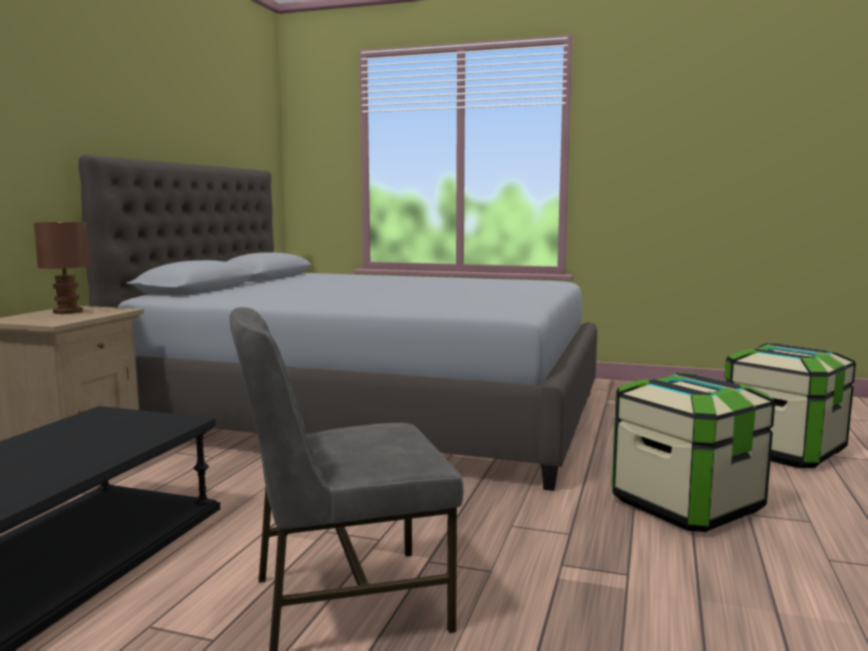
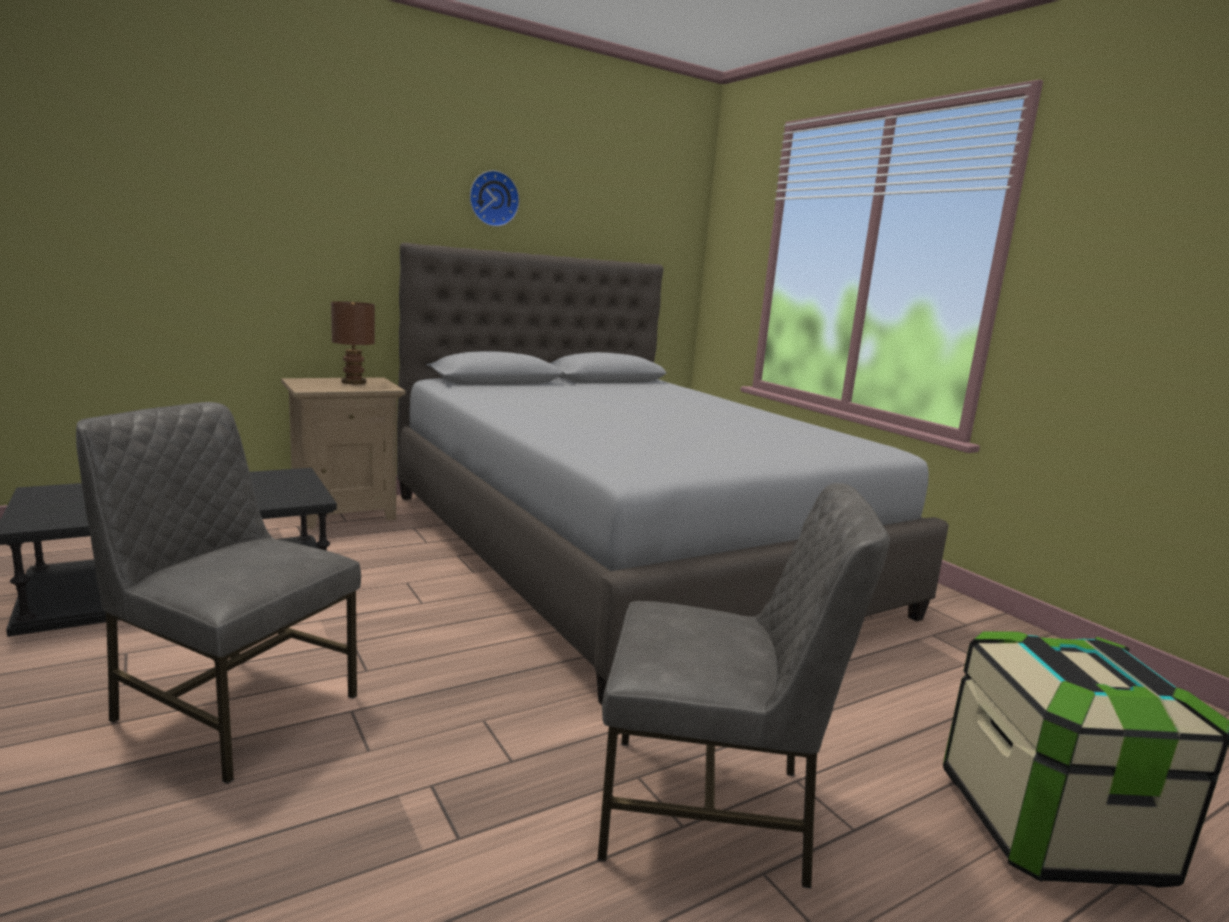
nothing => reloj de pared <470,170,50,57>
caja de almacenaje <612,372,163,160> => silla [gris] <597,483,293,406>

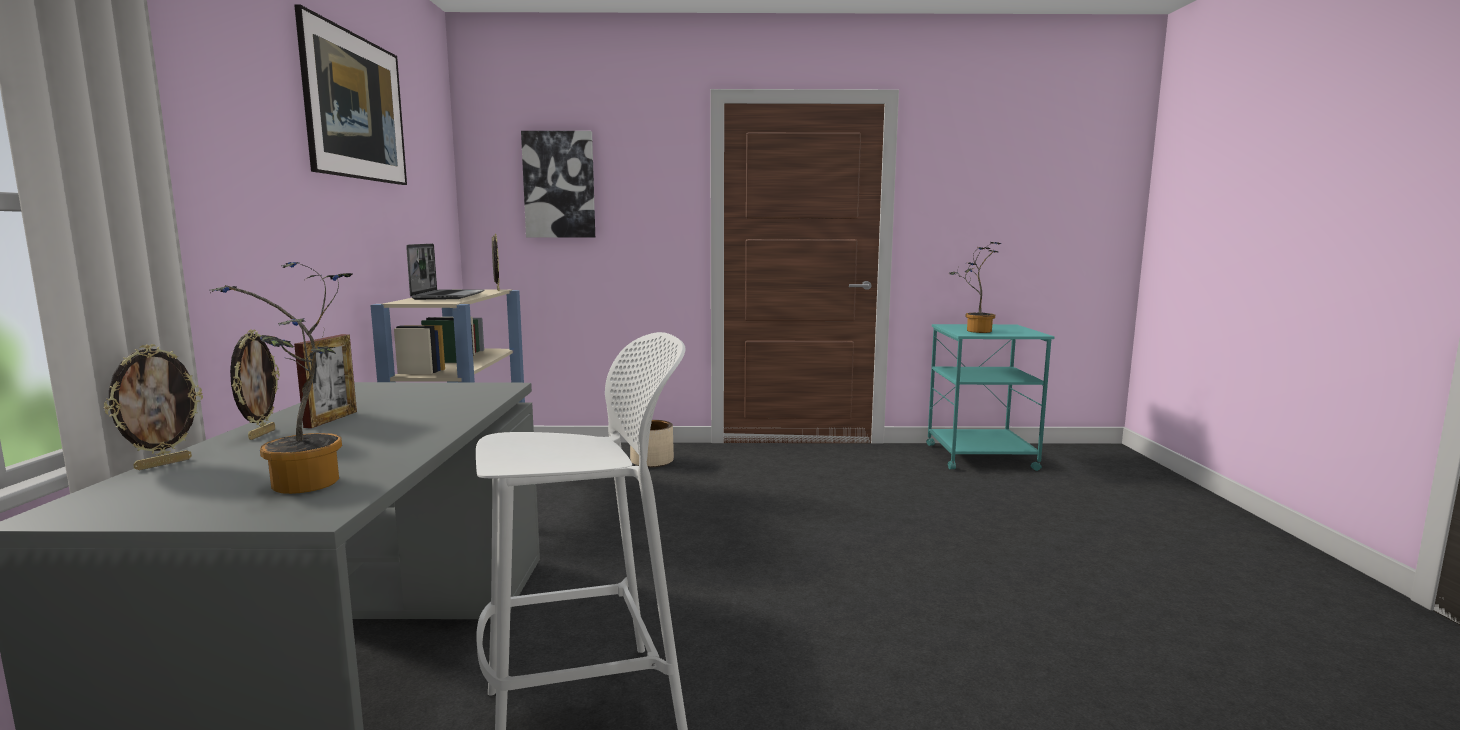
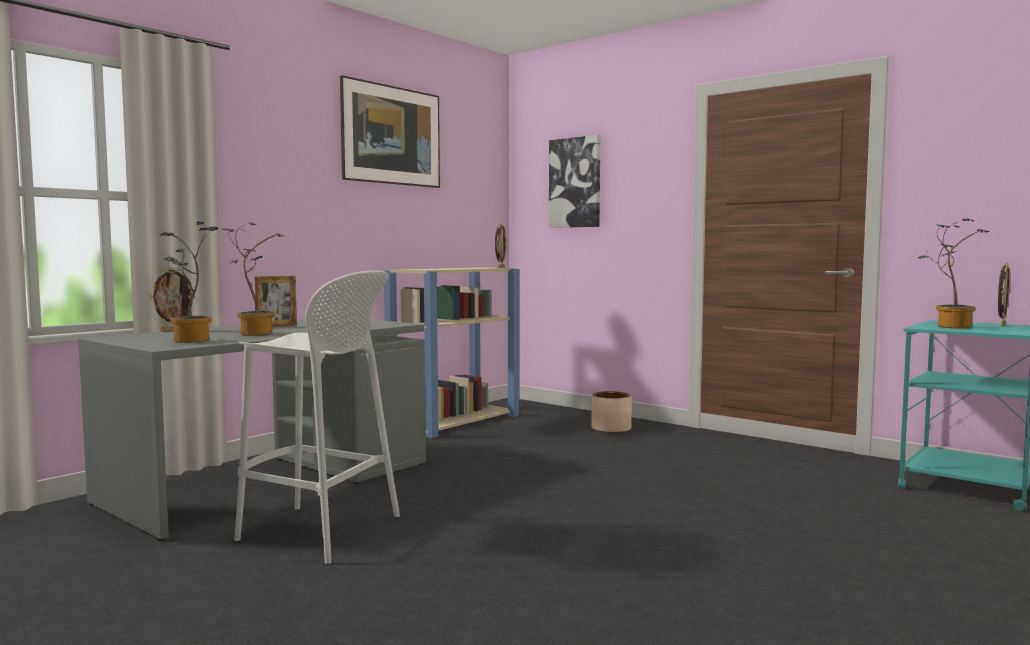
portátil <406,244,78,56> => nothing
nothing => planta en maceta <222,223,64,113>
portarretratos <230,329,50,111> => portarretratos <998,262,12,65>, moved

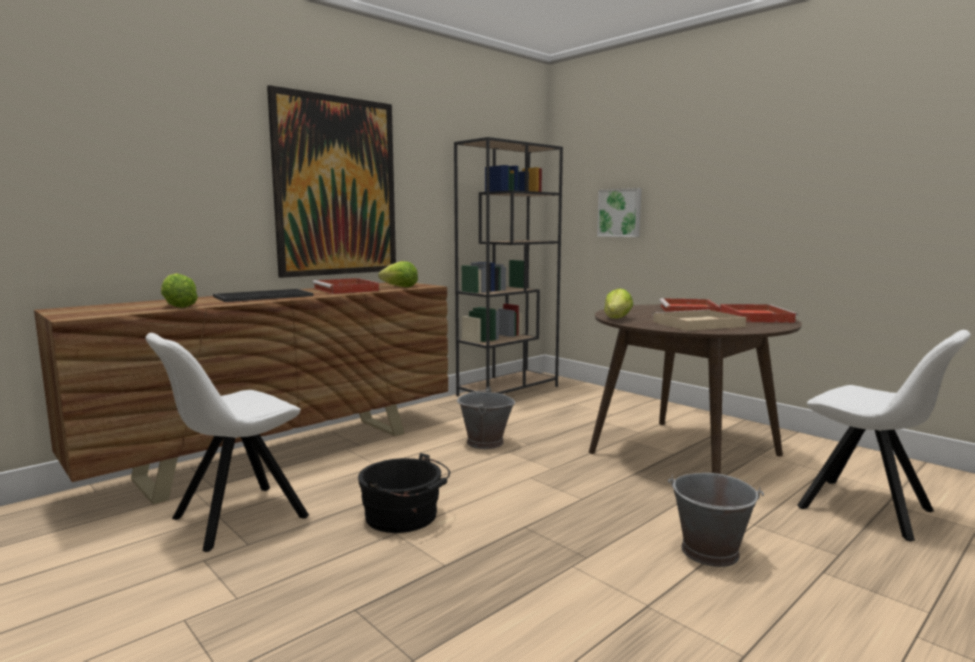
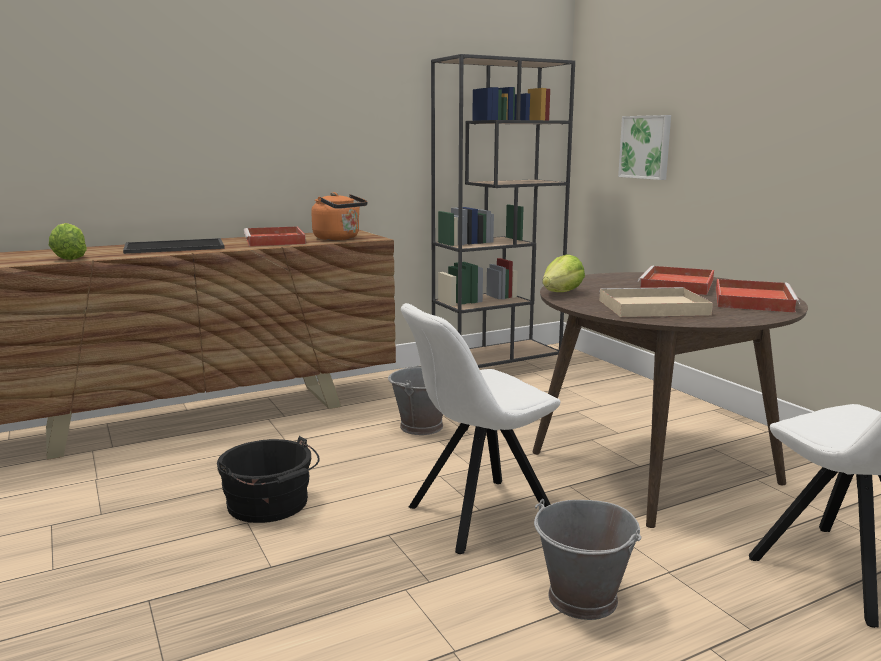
cuadro <267,85,129,193> => nothing
silla [blanco] <146,333,163,219> => silla [blanco] <401,303,160,251>, moved
lechuga <378,261,40,26> => hervidor [naranja] <311,192,57,48>

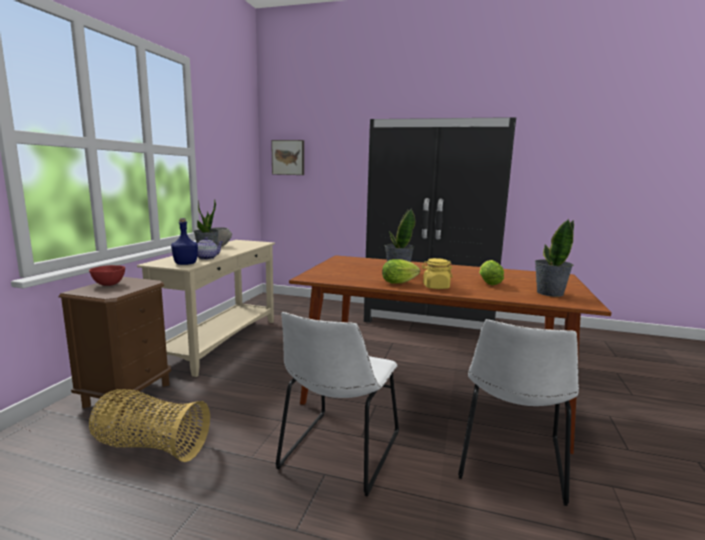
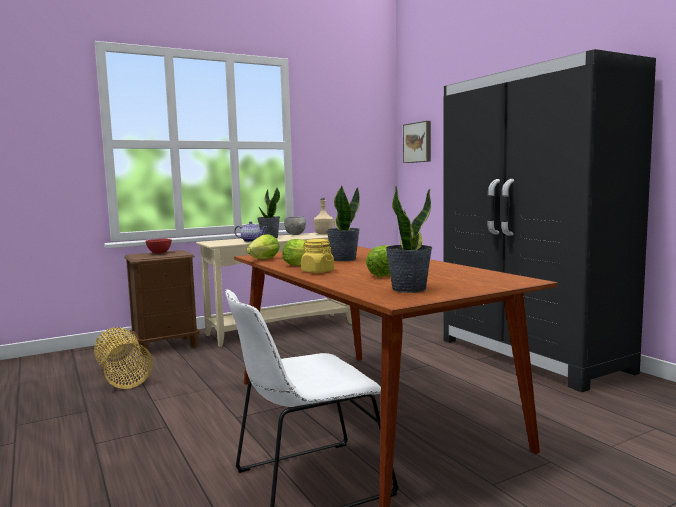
botella [azul] <171,218,27,47> => nothing
silla [blanco] <275,312,124,185> => nothing
nothing => lechuga <246,234,34,25>
nothing => botella [beis] <314,198,19,36>

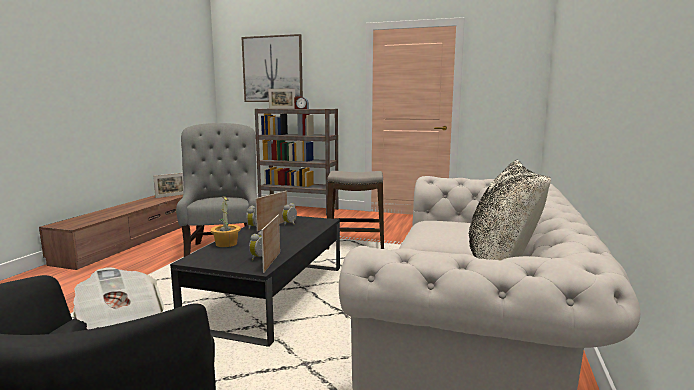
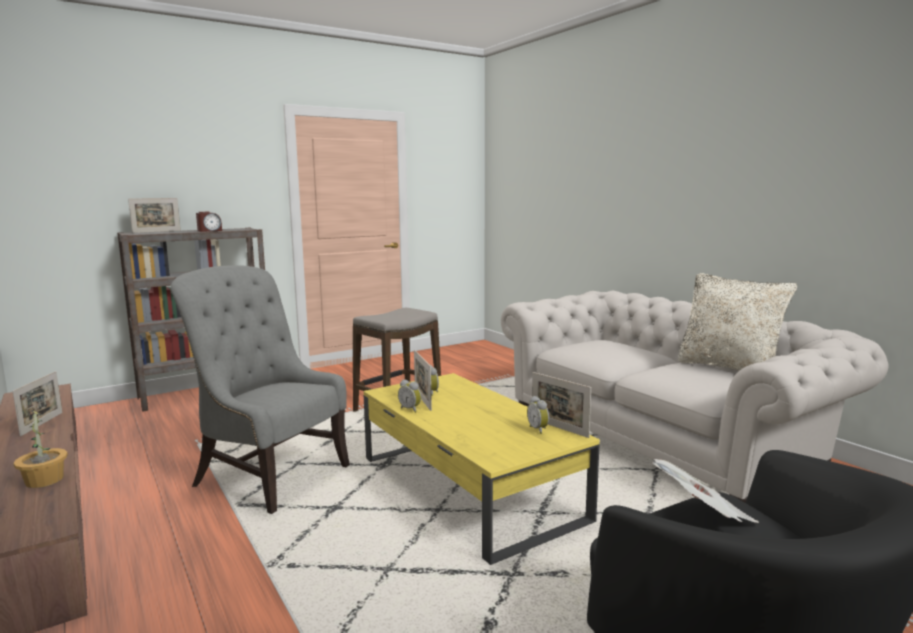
cuadro <242,34,61,68> => nothing
planta en maceta <211,196,30,51> => planta en maceta <13,409,55,79>, moved
mesa de centro [negro] <170,216,170,131> => mesa de centro [amarillo] <363,373,237,192>

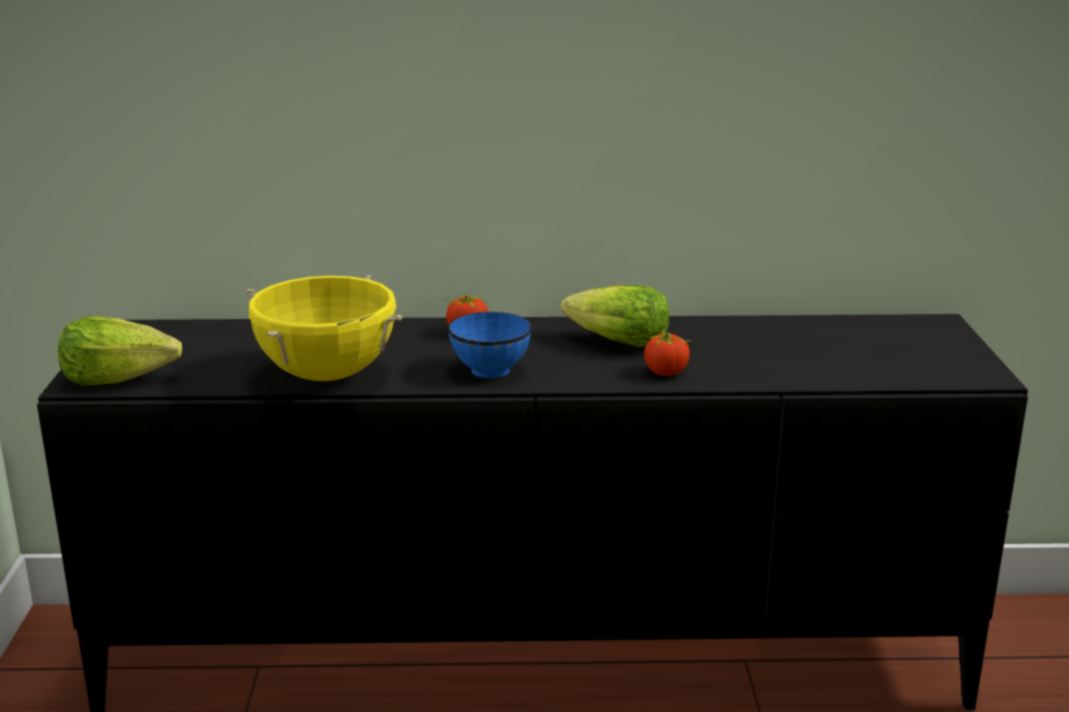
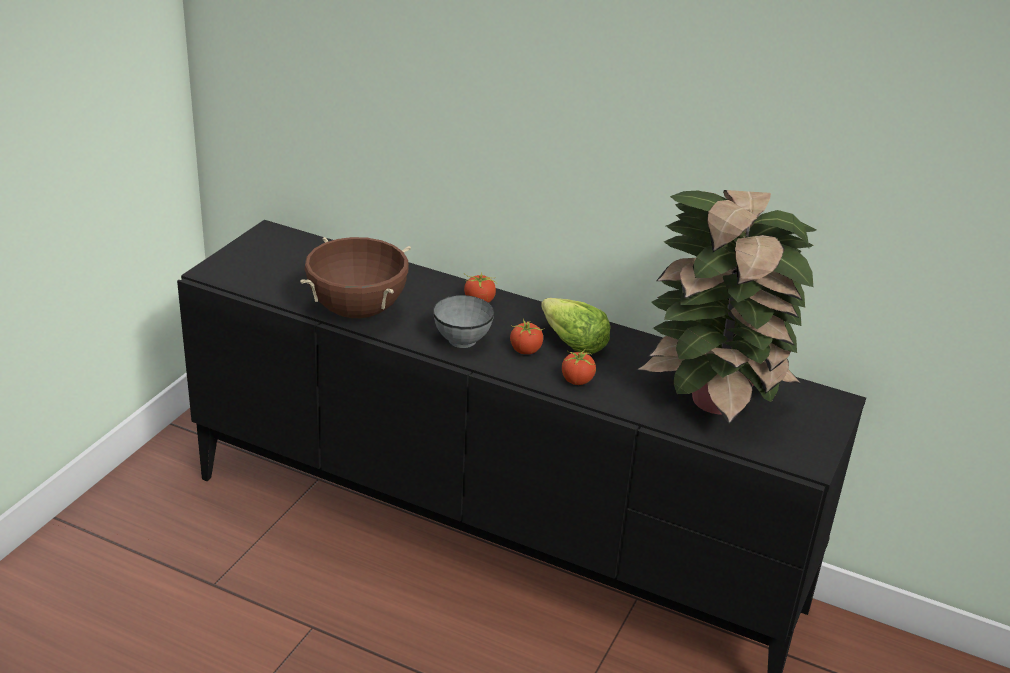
lechuga <58,316,124,69> => nothing
nothing => tomate <510,319,33,35>
nothing => planta en maceta <636,190,181,234>
olla [amarillo] <247,275,155,106> => olla [marrón] <300,237,111,81>
cuenco [azul] <448,312,83,66> => cuenco [gris] <433,295,61,53>

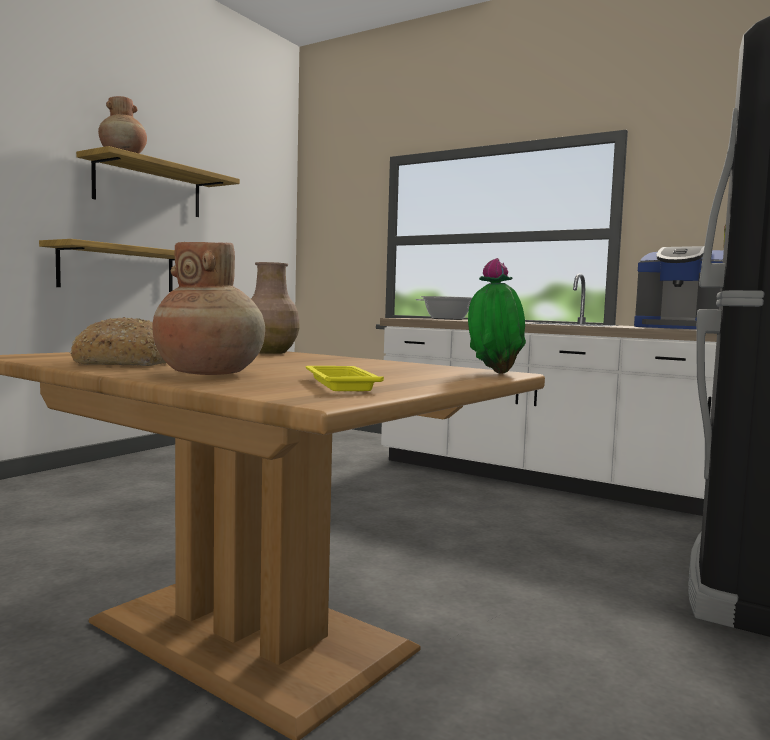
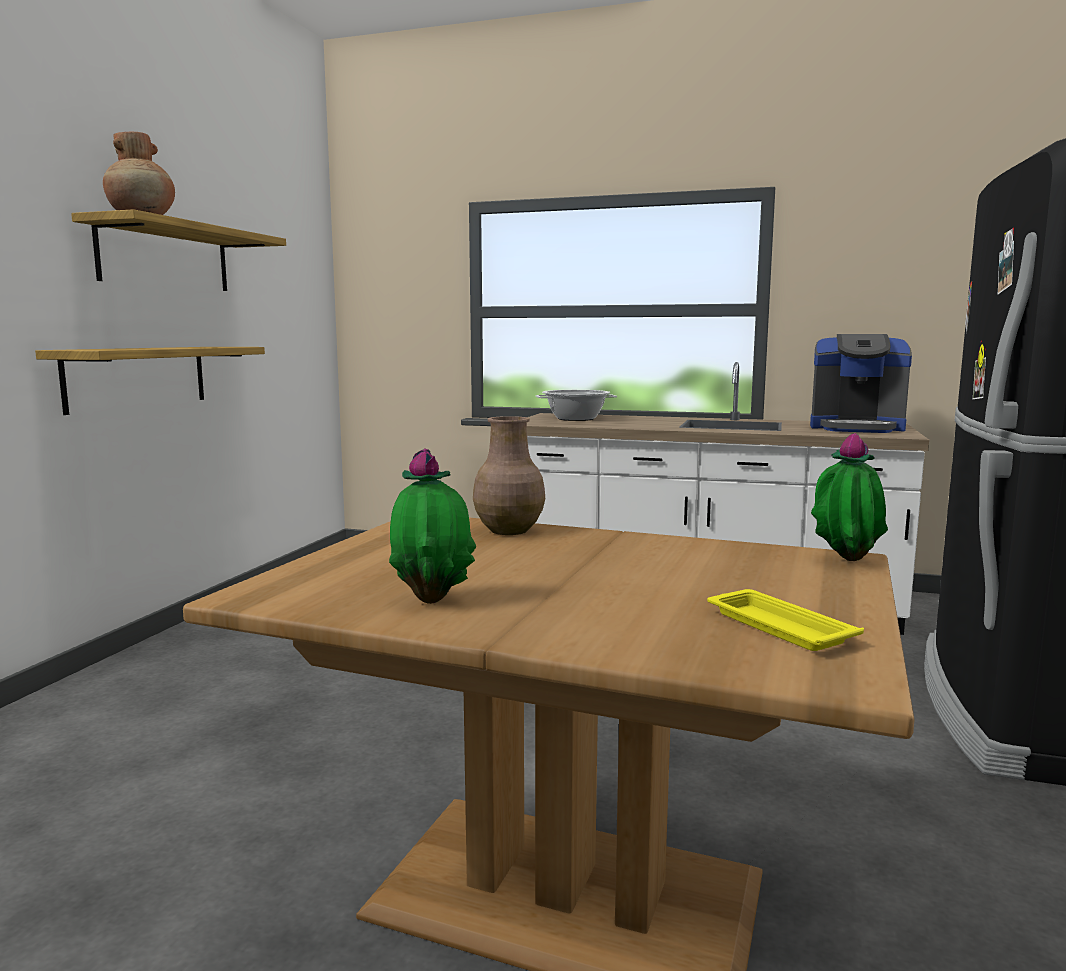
florero [marrón] <152,242,113,133> => nothing
pan <69,317,97,49> => planta en maceta <389,448,87,156>

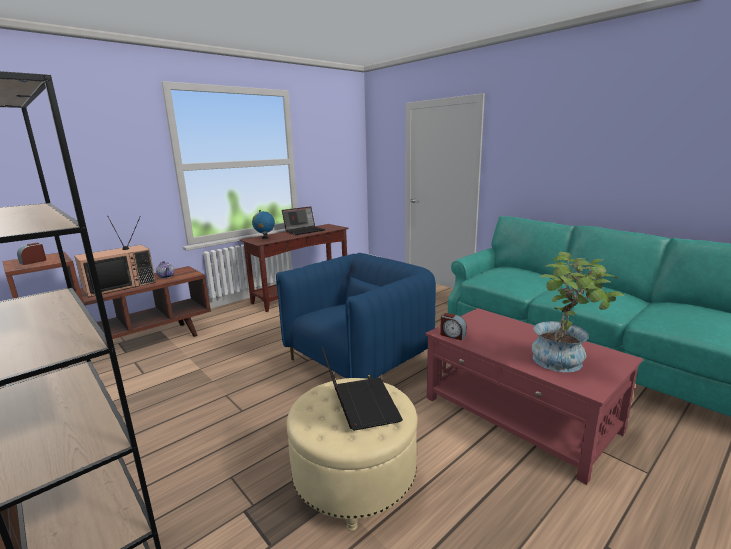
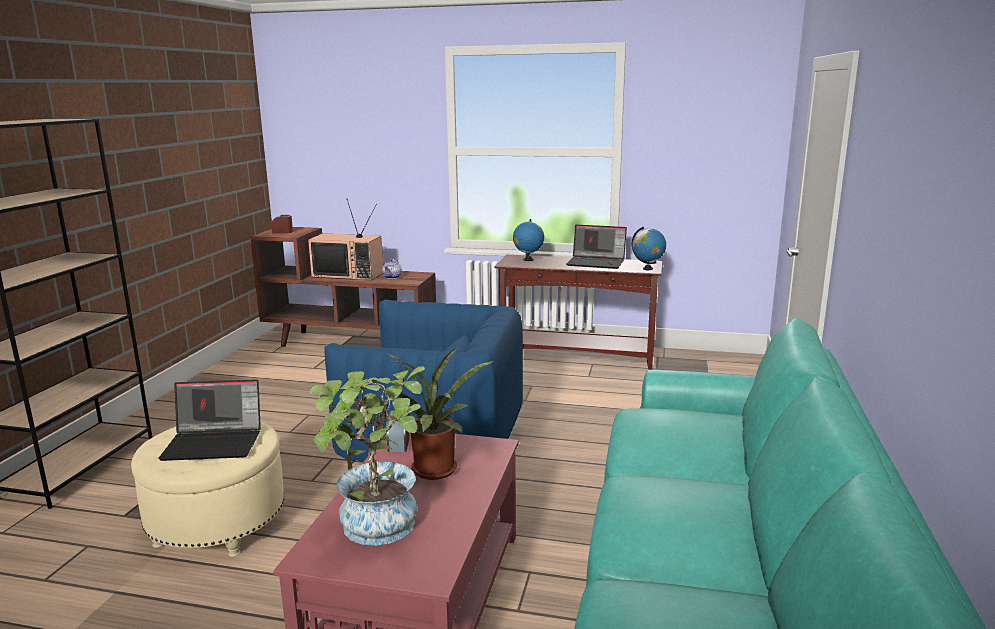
nothing => planta en maceta <377,348,117,132>
nothing => globo terráqueo <632,227,34,43>
portátil <322,347,81,84> => portátil <158,379,103,82>, 45 degrees clockwise

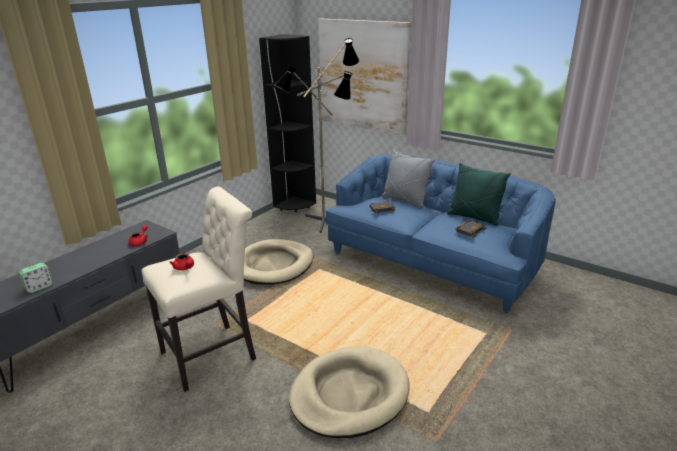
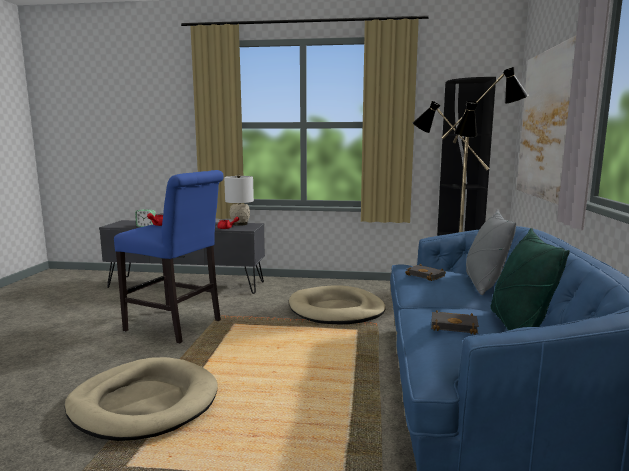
nothing => lámpara de mesa [blanco] <224,174,30,52>
taburete [beis] <141,187,115,205> => taburete [azul] <114,170,110,173>

